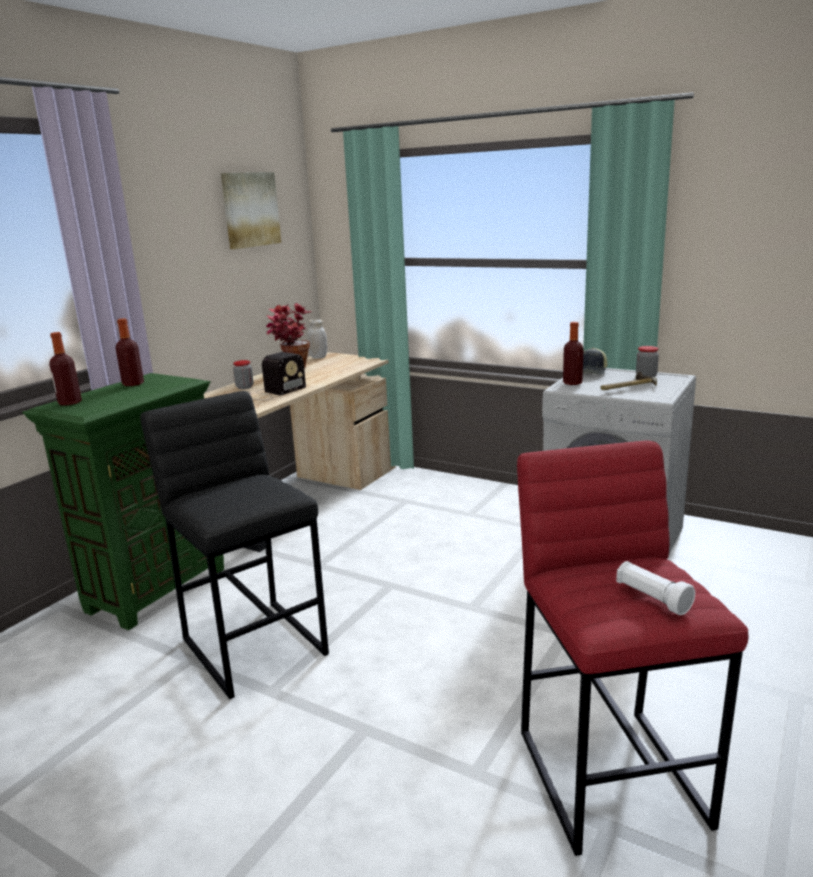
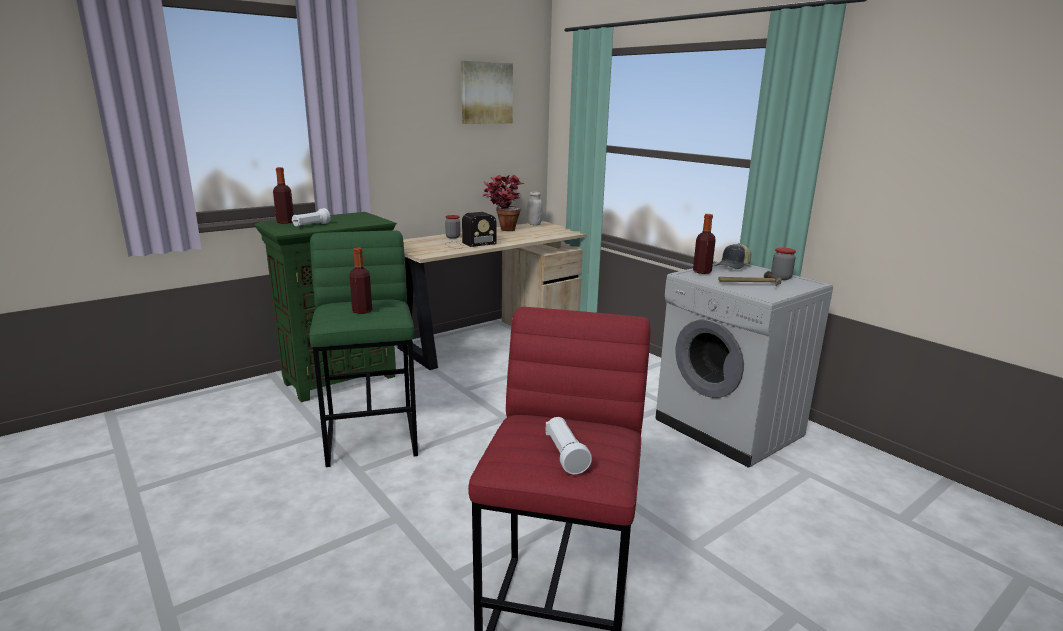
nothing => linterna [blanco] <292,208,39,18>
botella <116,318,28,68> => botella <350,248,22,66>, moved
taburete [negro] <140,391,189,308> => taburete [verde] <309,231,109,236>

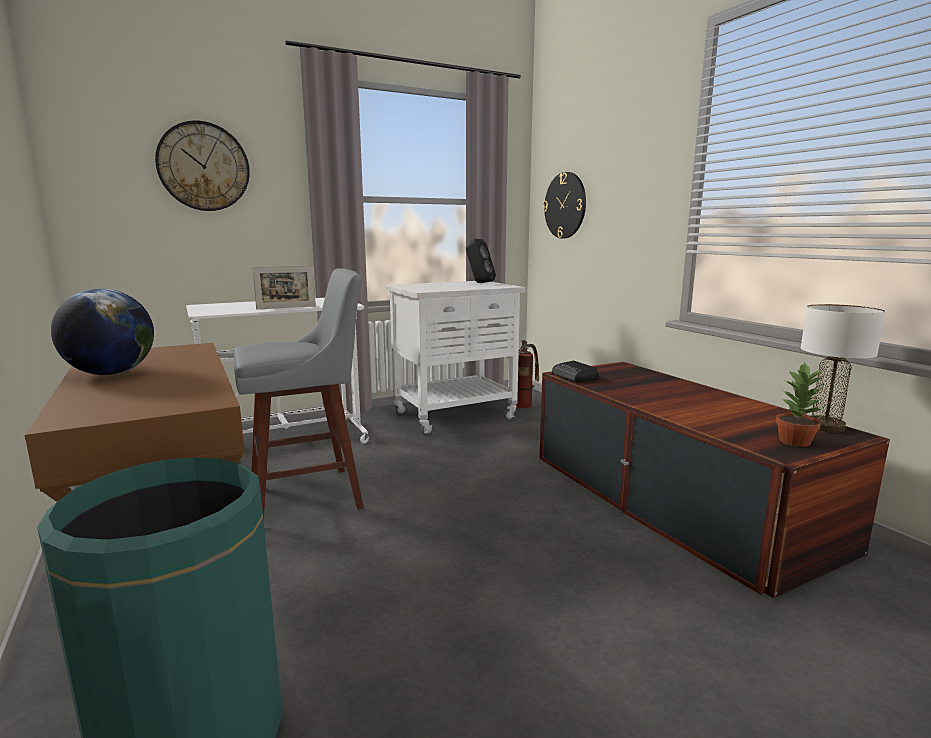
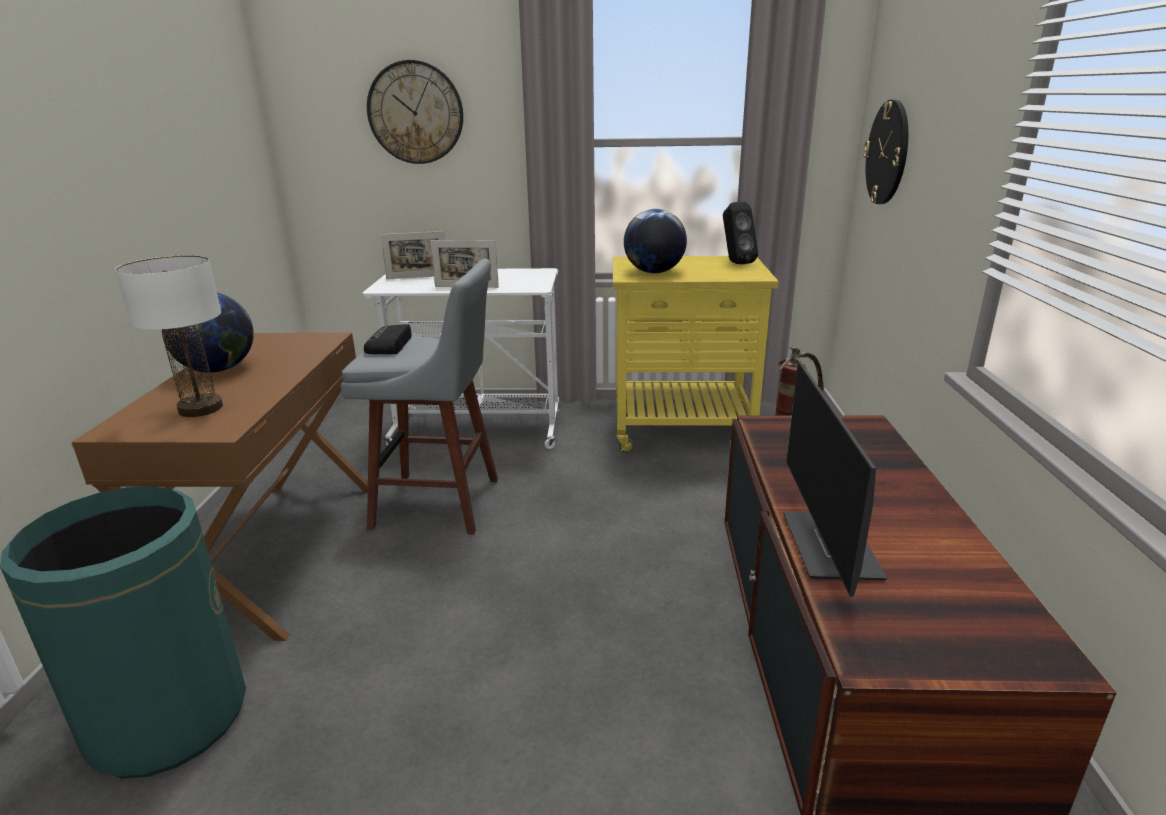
planta en maceta <776,363,48,84> => nothing
nothing => portarretratos <381,231,64,48>
nothing => globo terráqueo <624,209,63,64>
nothing => monitor <784,361,103,236>
radio <552,361,47,21> => radio <364,324,48,30>, moved
lámpara de mesa <801,304,85,129> => lámpara de mesa <115,255,108,162>, moved
carrito [blanco] <385,281,140,154> => carrito [amarillo] <613,256,166,197>

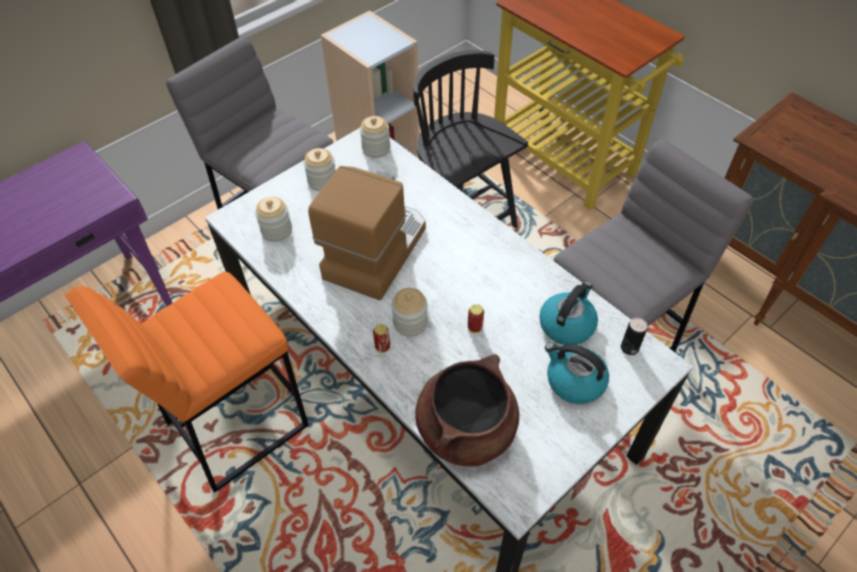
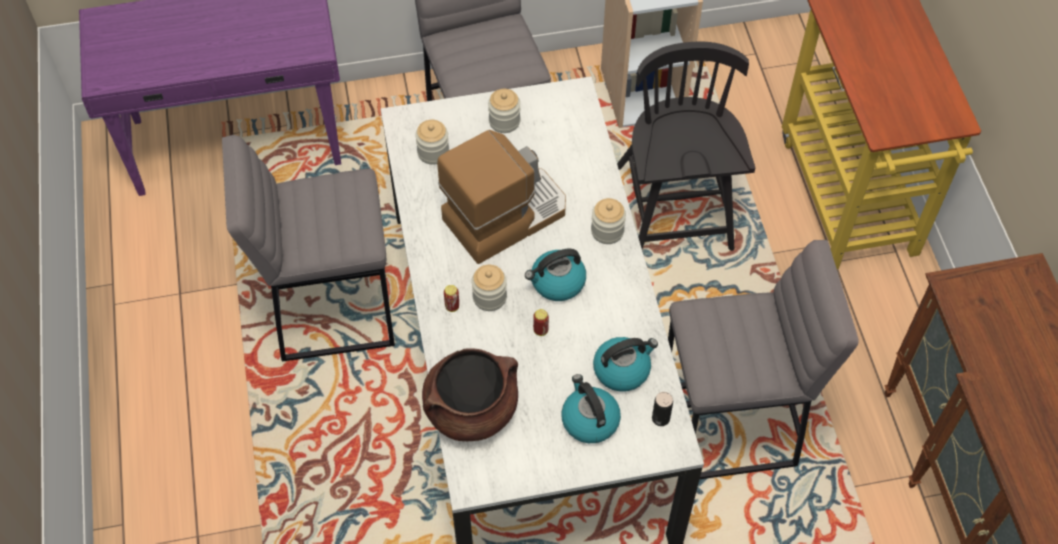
nothing => hervidor <525,248,61,53>
tarro <360,116,31,42> => tarro <591,198,35,46>, moved
taburete [naranja] <65,272,244,221> => taburete [gris] <222,135,173,227>

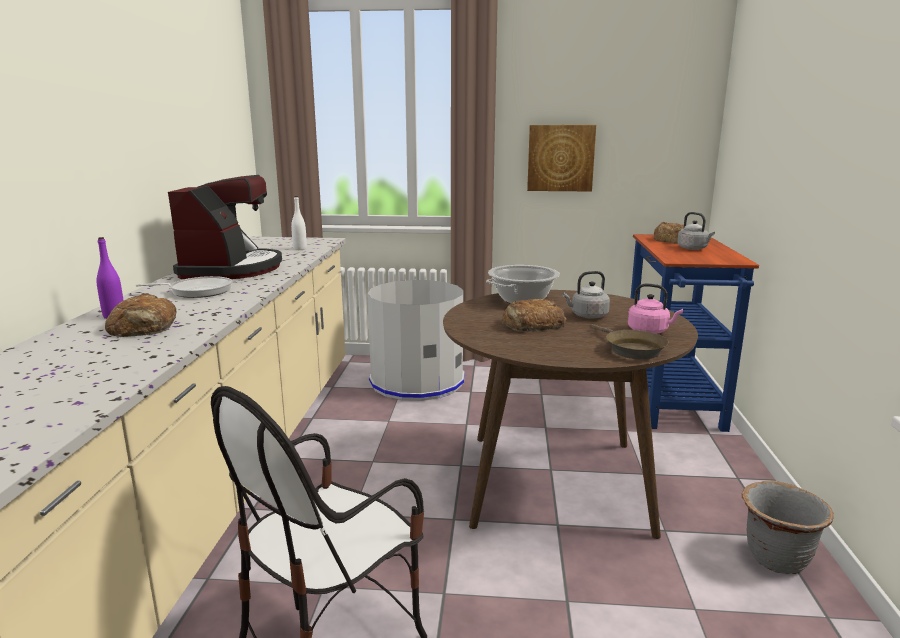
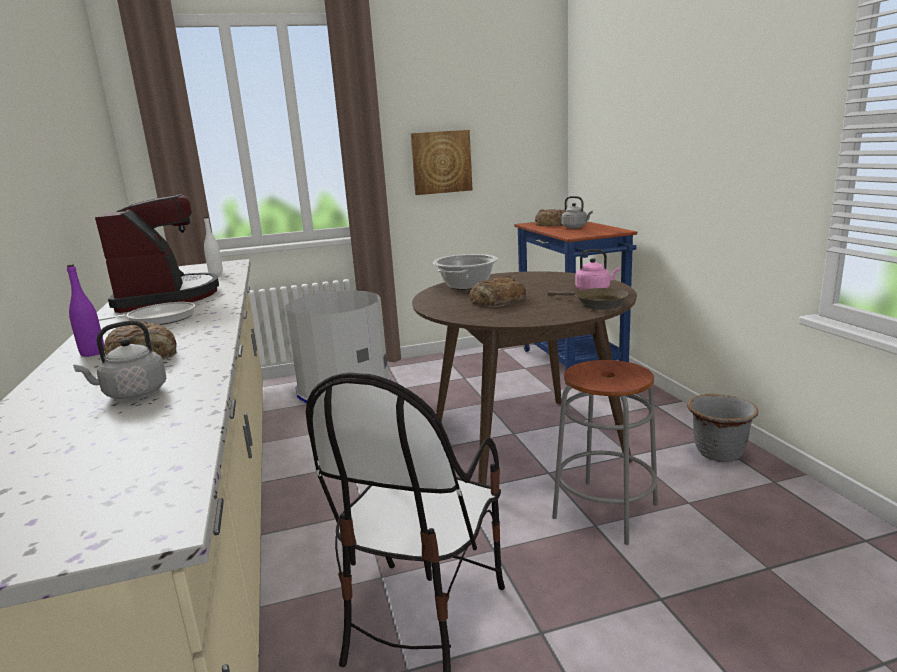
nothing => taburete [gris] <552,360,106,185>
hervidor [gris] <562,271,48,48> => hervidor [gris] <73,320,93,79>, moved

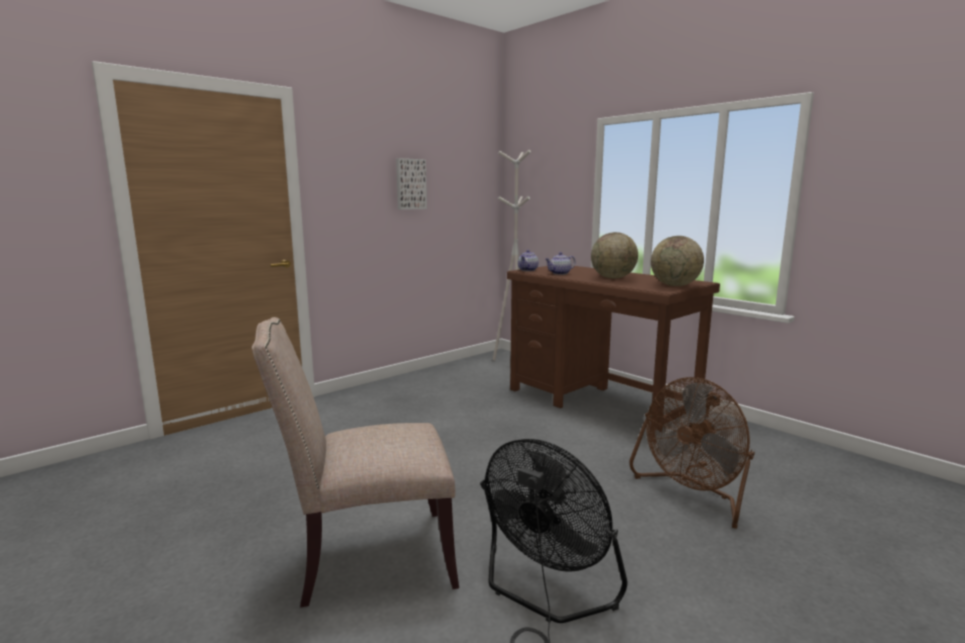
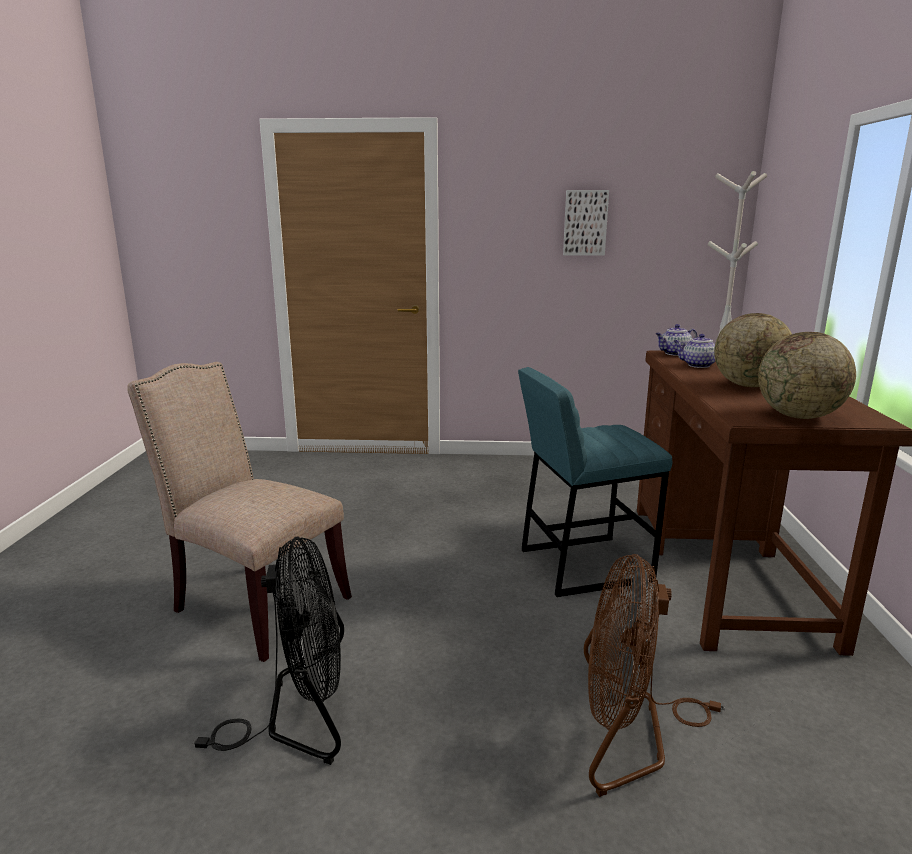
nothing => taburete [azul] <518,367,154,230>

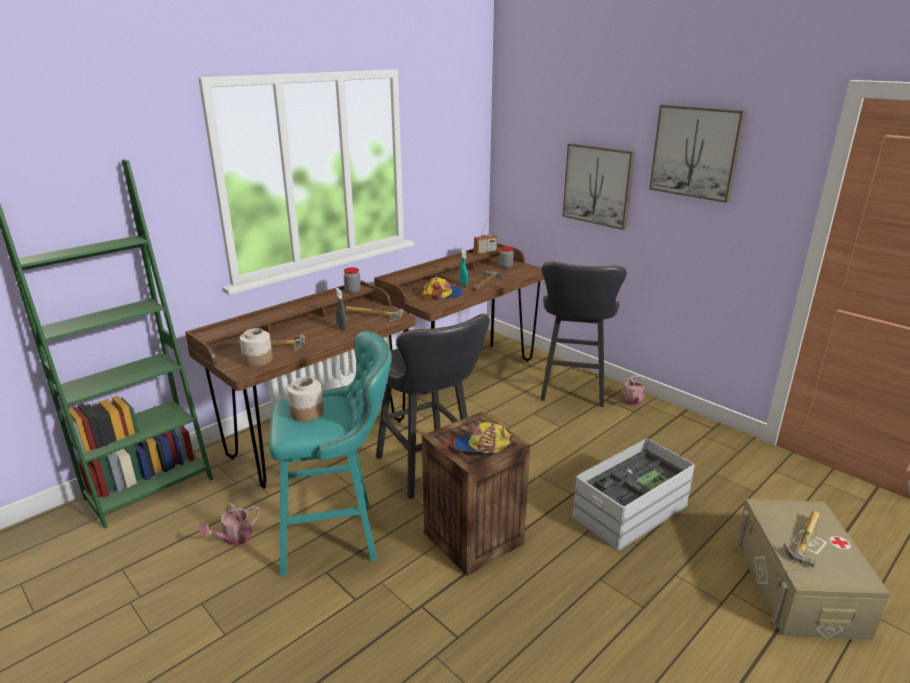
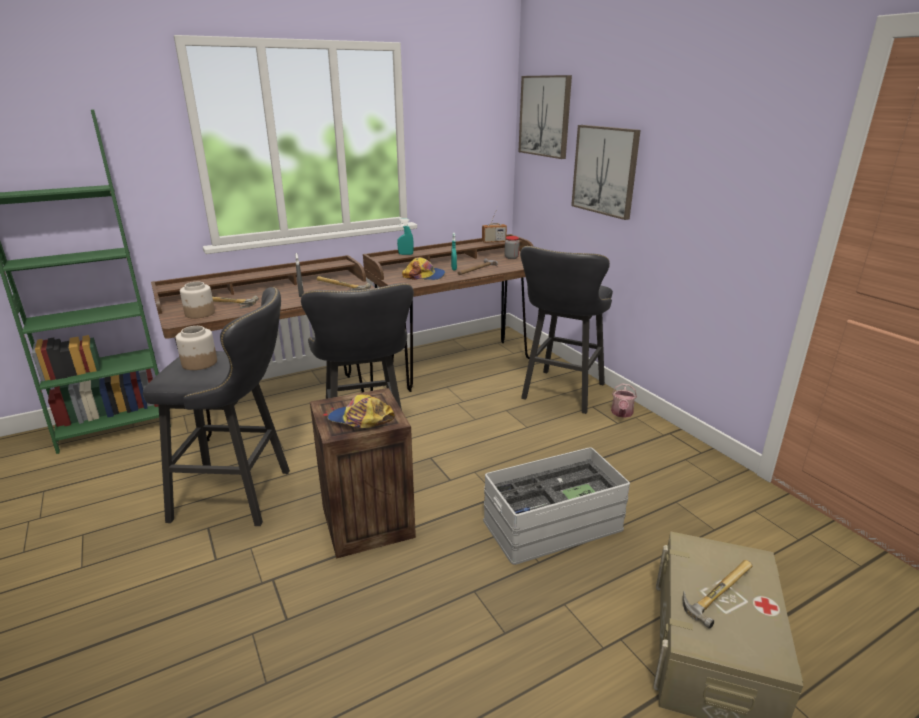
regadera <199,503,60,42> => nothing
tarro <344,267,17,27> => nothing
nothing => pulverizador [turquesa] <397,218,17,37>
cuadro <649,105,97,98> => cuadro <518,75,54,84>, moved
taburete [turquesa] <269,331,123,245> => taburete [negro] <143,287,147,239>

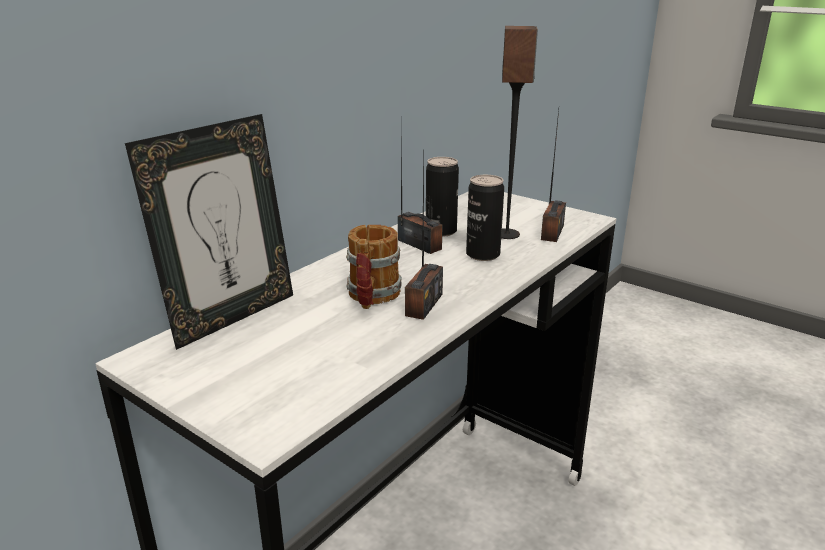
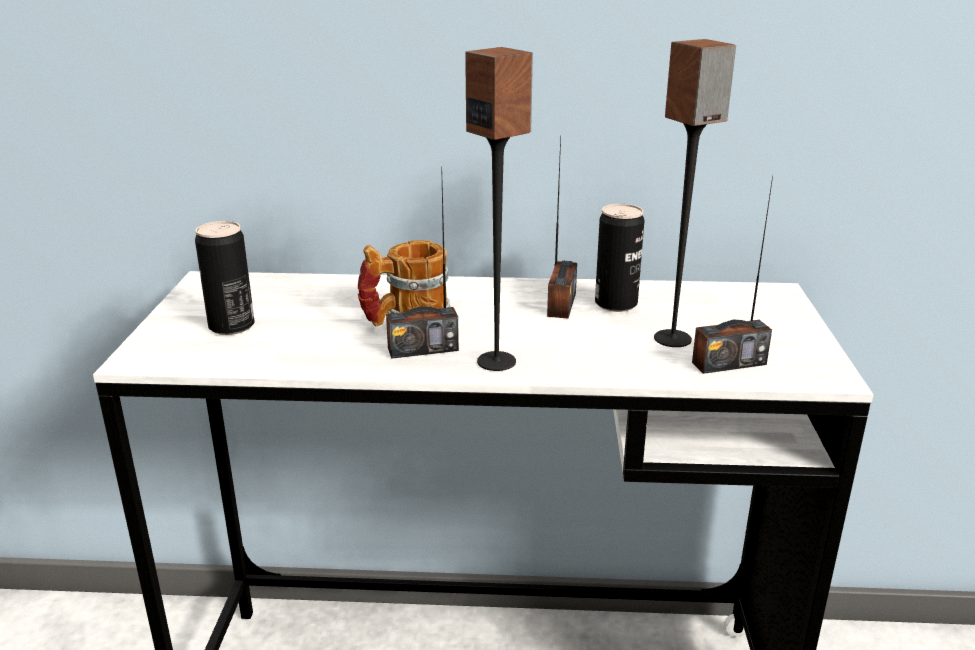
portarretratos <125,114,168,236> => nothing
nothing => altavoz <465,47,68,324>
lata <466,175,38,86> => lata <195,221,59,114>, moved

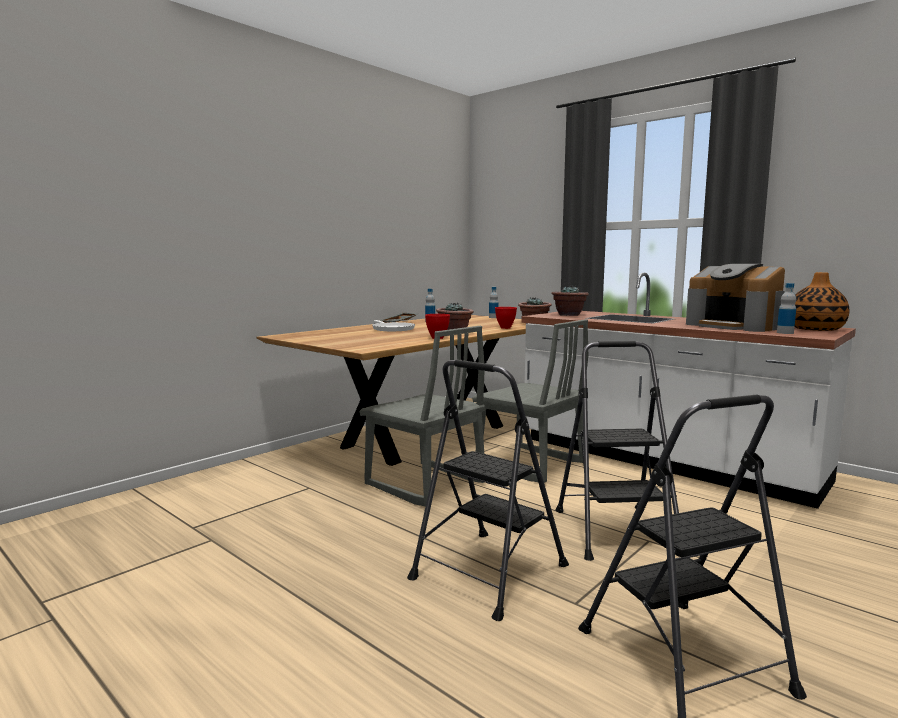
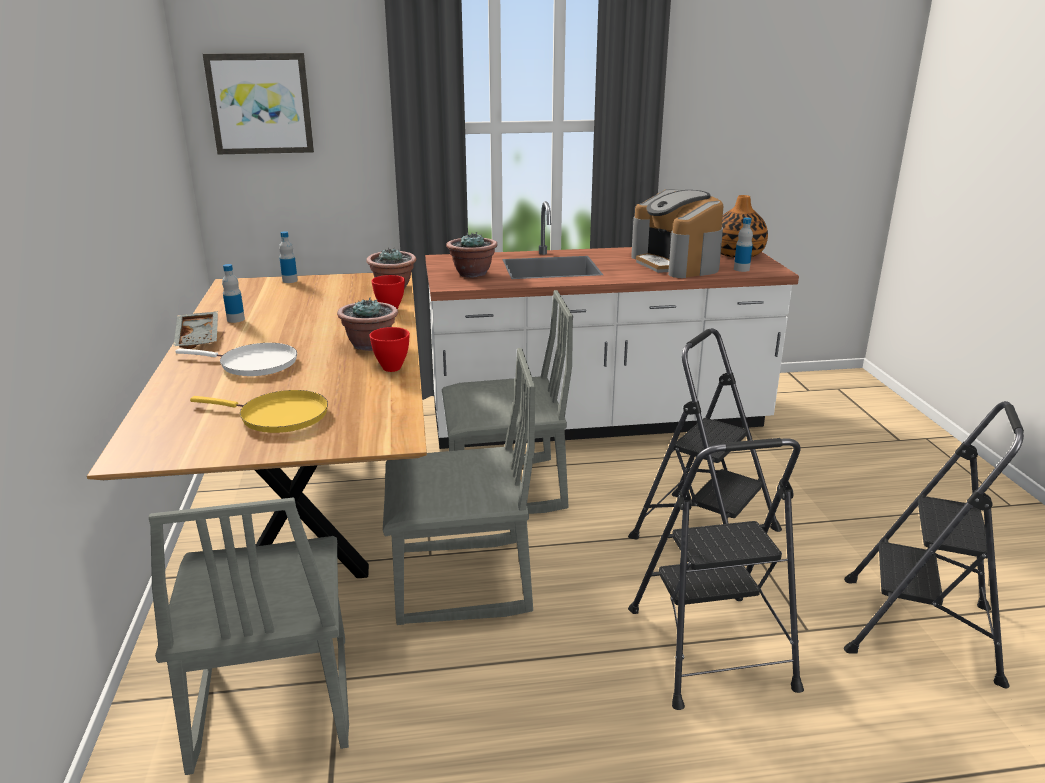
nothing => silla [gris] <149,498,200,277>
nothing => sartén [amarillo] <190,390,138,43>
nothing => cuadro <203,53,111,101>
cafetera <686,264,99,68> => cafetera <631,189,93,89>, 60 degrees clockwise

